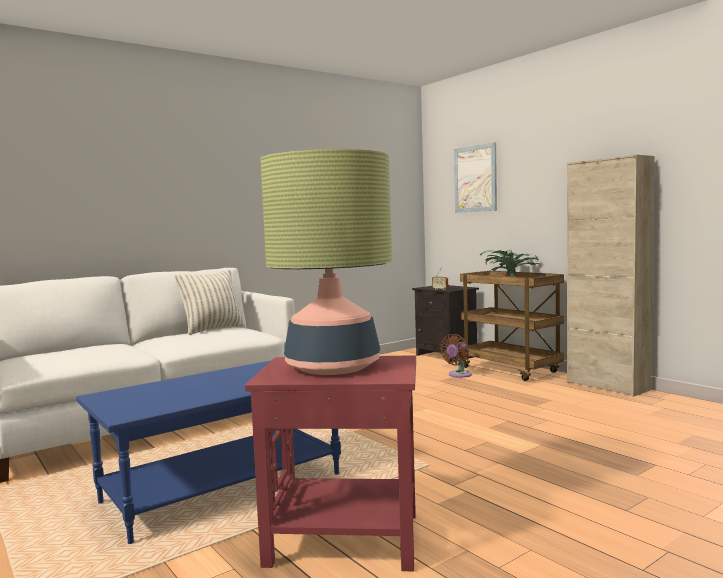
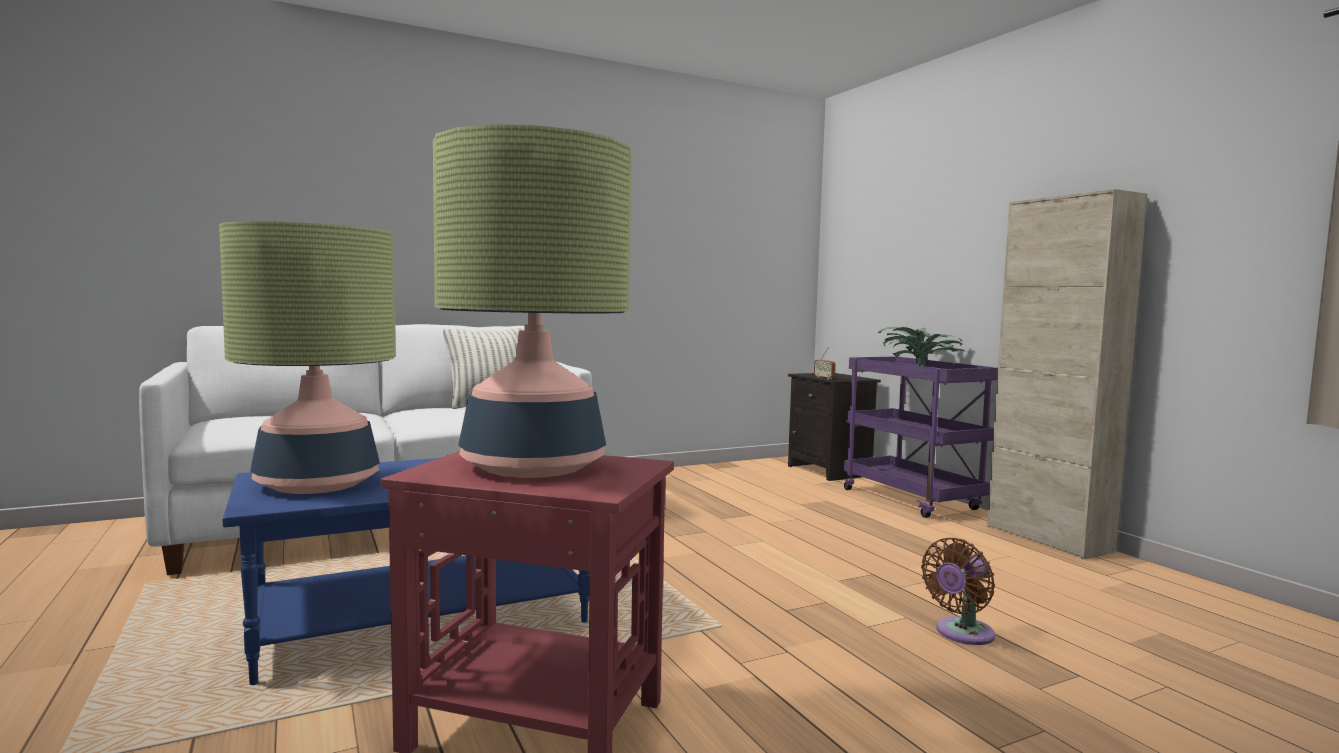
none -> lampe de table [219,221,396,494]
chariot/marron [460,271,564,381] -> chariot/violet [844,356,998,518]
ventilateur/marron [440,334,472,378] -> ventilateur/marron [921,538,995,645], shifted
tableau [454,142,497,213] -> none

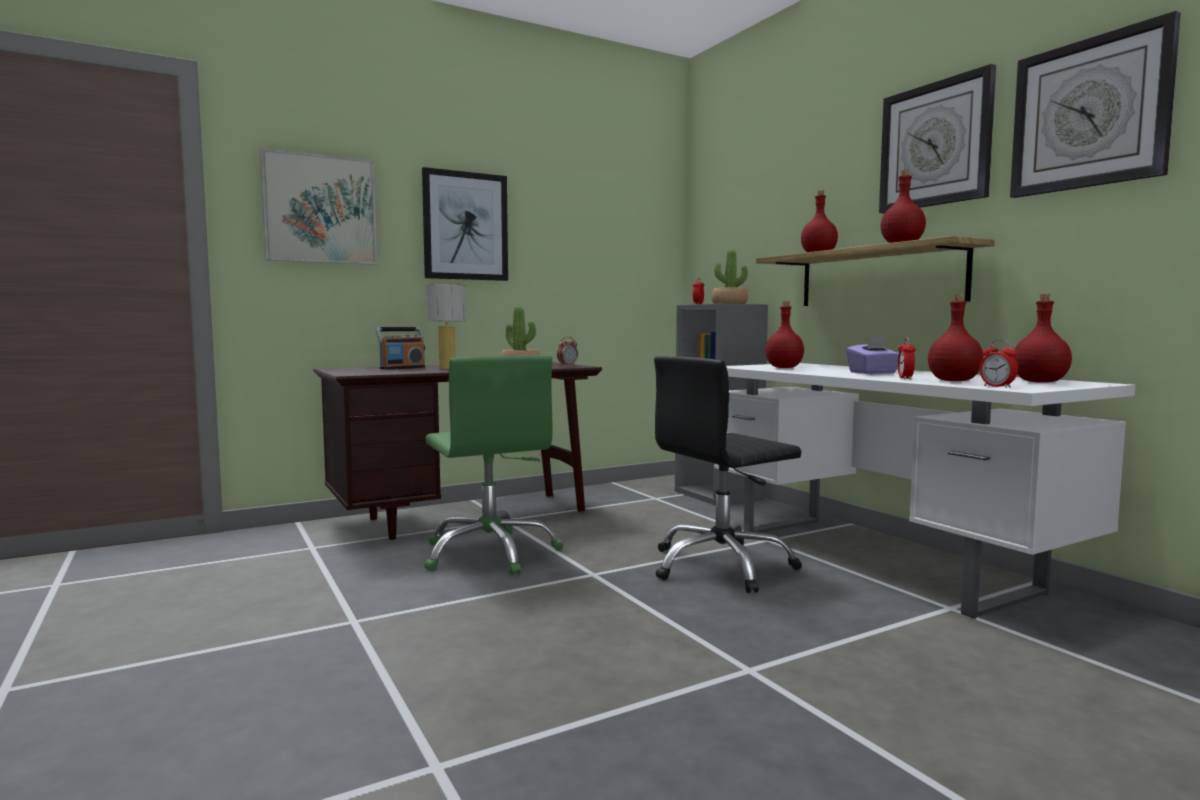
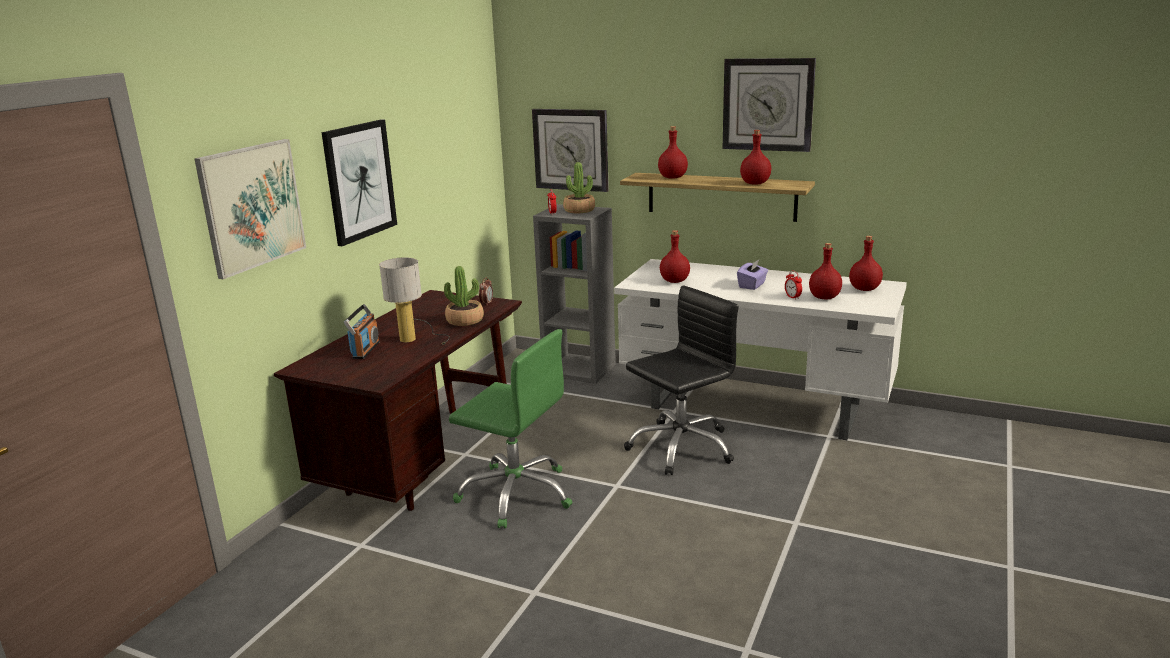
horloge murale [1010,11,1181,198] -> horloge murale [532,109,609,192], shifted
chaise de bureau/noir [654,356,802,593] -> chaise de bureau/noir [624,285,739,475], 150 degrees counterclockwise
réveil [980,340,1018,388] -> none

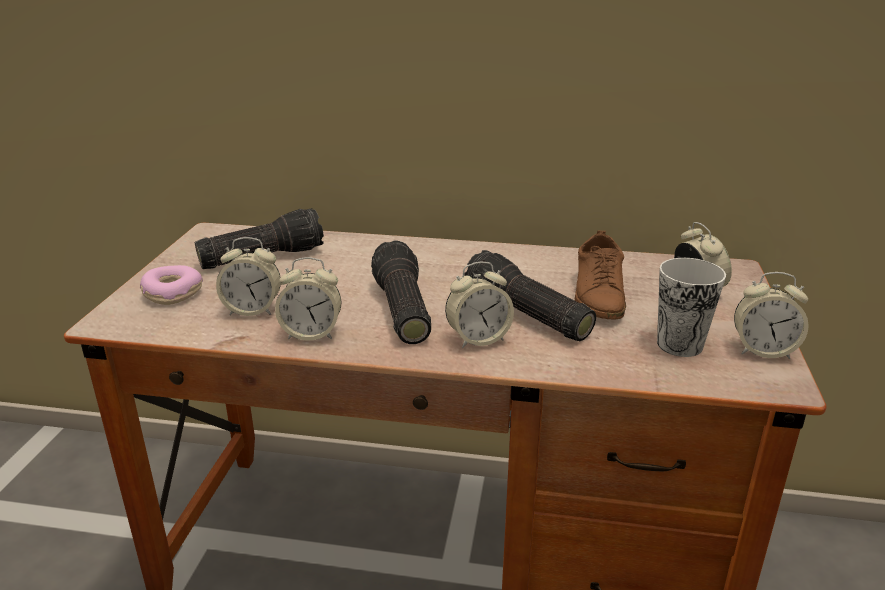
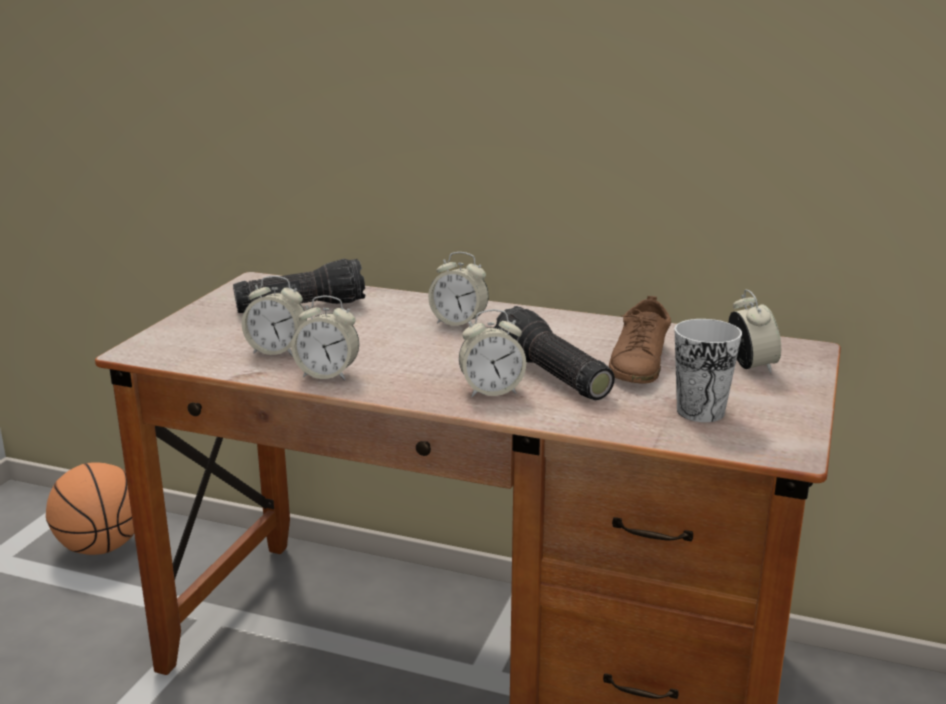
none -> ballon de basket [46,463,134,555]
réveil [734,272,809,359] -> réveil [428,252,489,326], shifted
beignet [140,265,203,305] -> none
lampe de poche [371,240,431,344] -> none

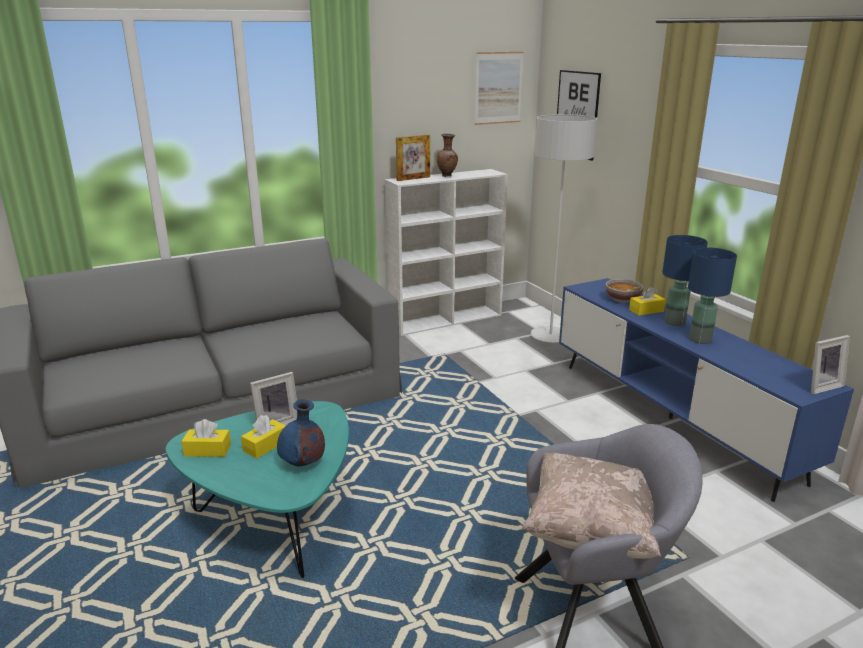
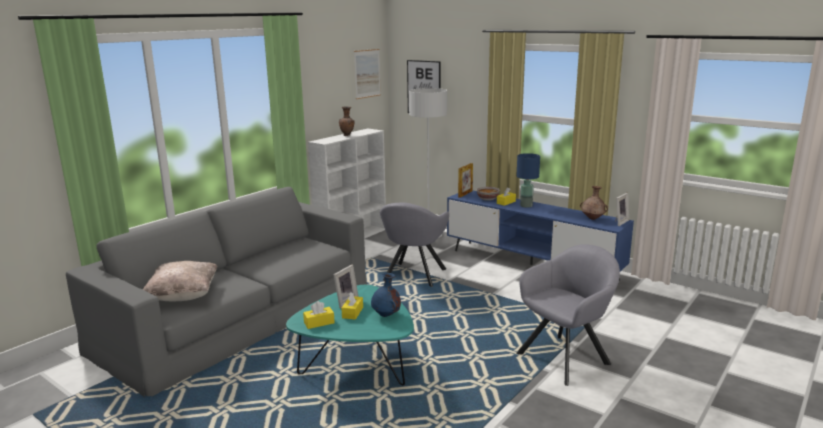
coussin/beige [521,453,661,559] -> coussin/beige [143,261,218,301], shifted
none -> fauteuil/gris [380,203,449,287]
cadre photo [396,135,430,181] -> cadre photo [458,163,473,198], shifted
none -> vase/marron [580,186,608,220]
lampe de table/bleu [688,247,737,344] -> none

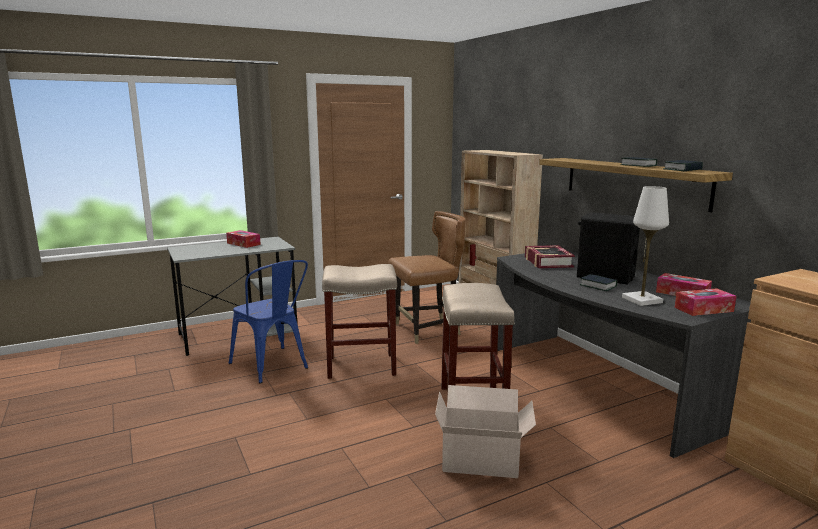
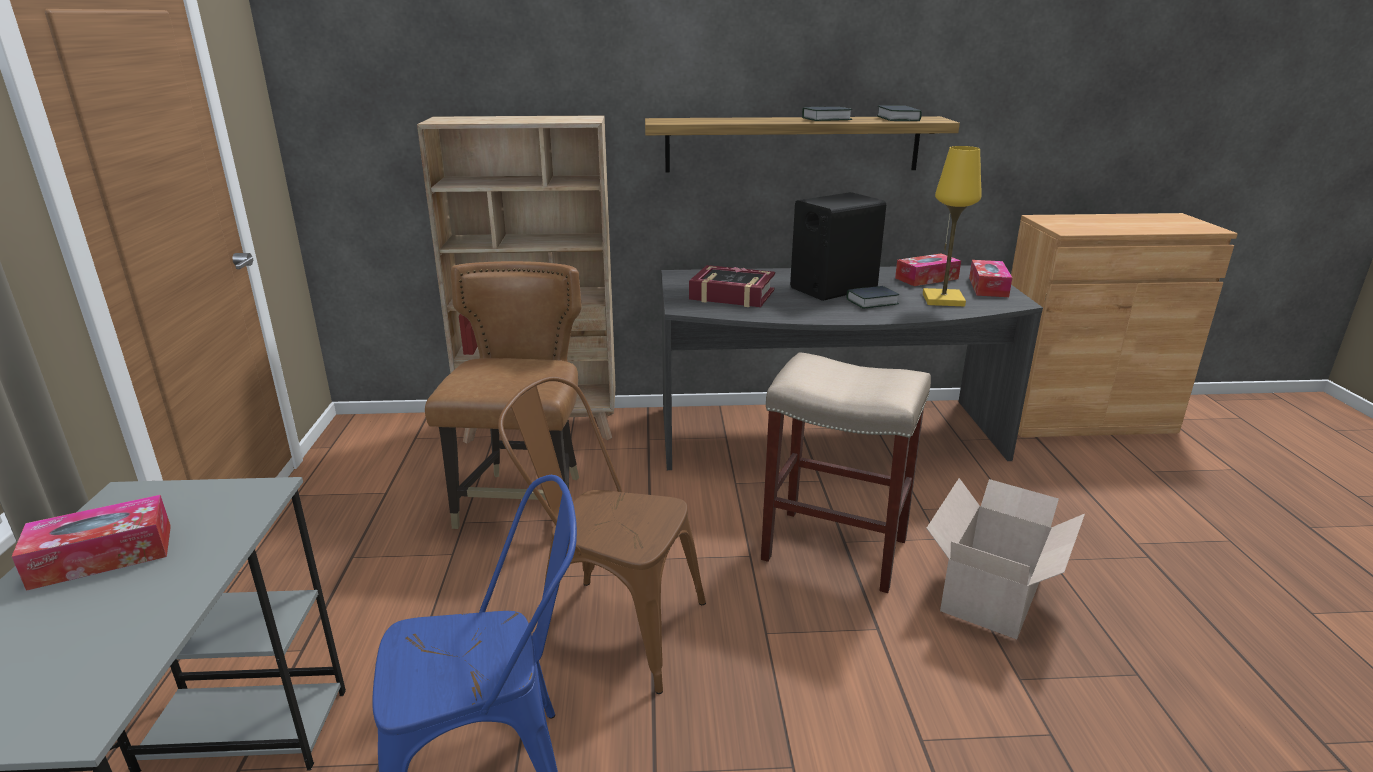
tabouret/beige [322,264,397,379] -> chaise/marron [498,376,706,694]
lampe de table/blanc [622,186,669,306] -> lampe de table/jaune [923,146,981,307]

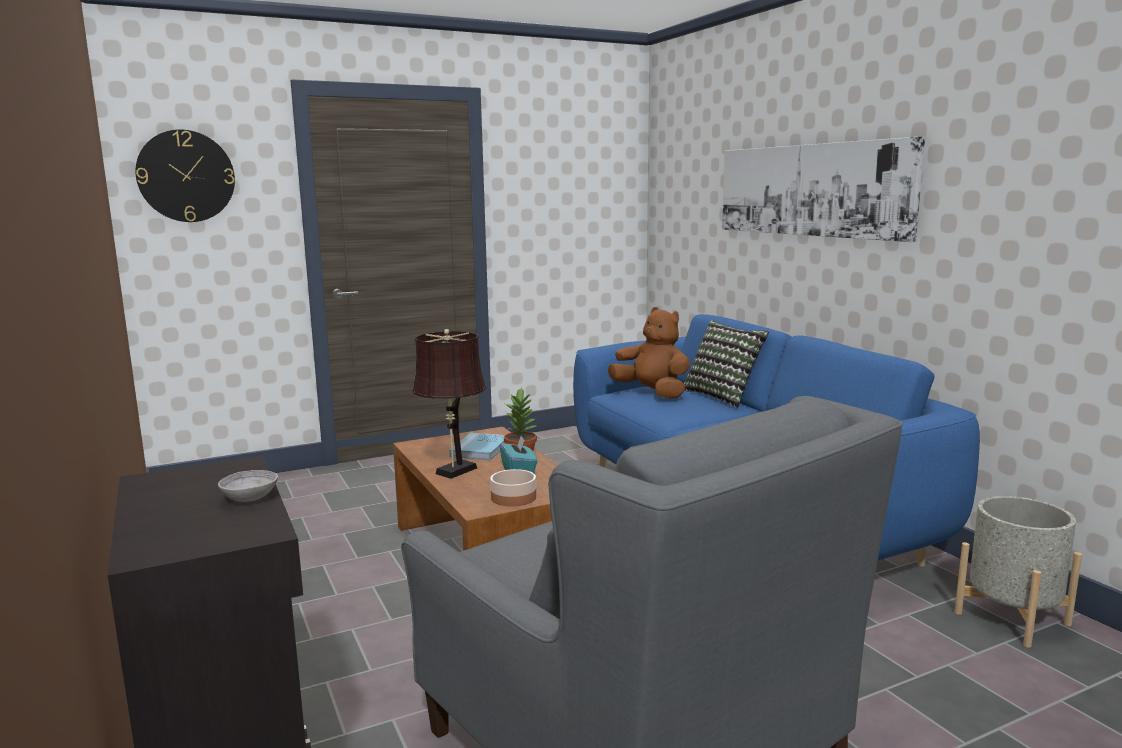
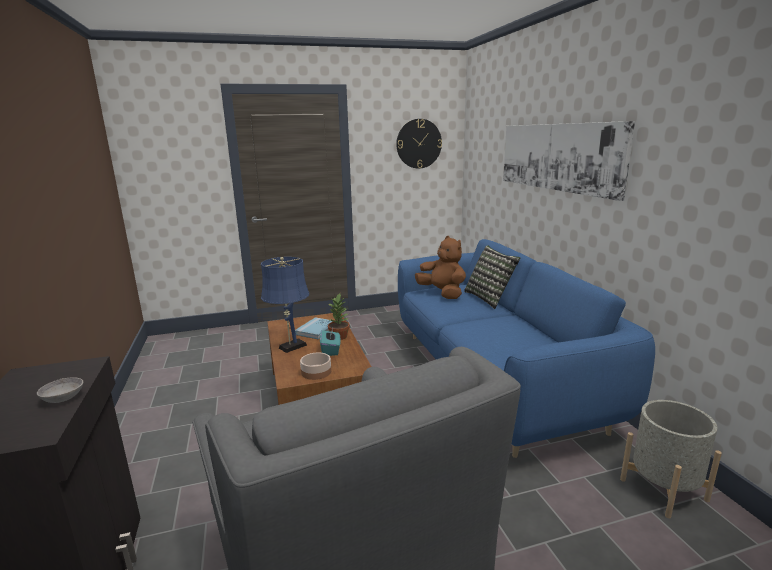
lampe de table/marron [412,329,486,479] -> lampe de table/bleu [261,257,309,353]
horloge murale [136,129,235,222] -> horloge murale [396,119,442,169], shifted

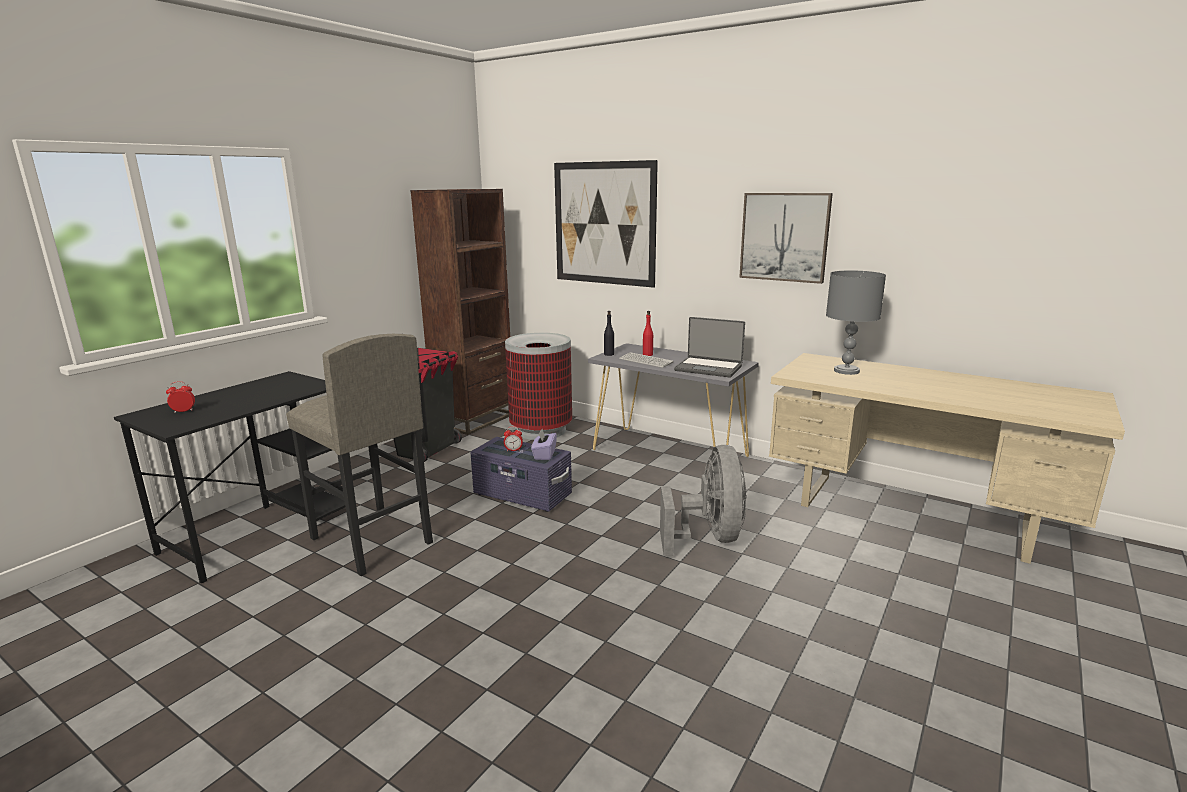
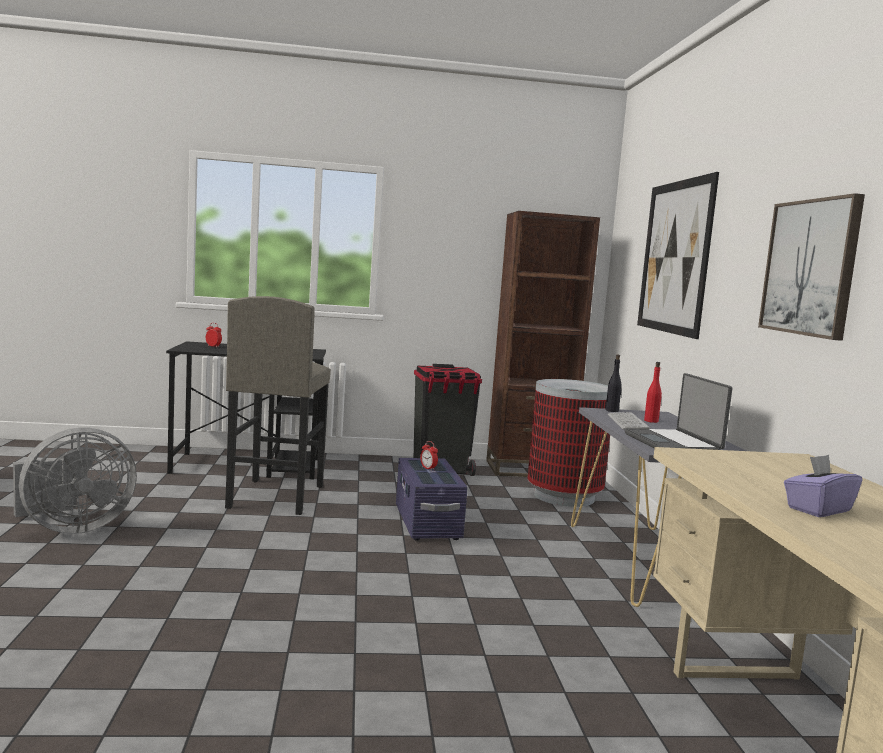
ventilateur/gris [660,445,747,556] -> ventilateur/gris [13,427,137,534], shifted
boîte à mouchoirs/violet [531,429,557,460] -> boîte à mouchoirs/violet [784,455,862,517], shifted
lampe de table/gris [826,271,886,375] -> none

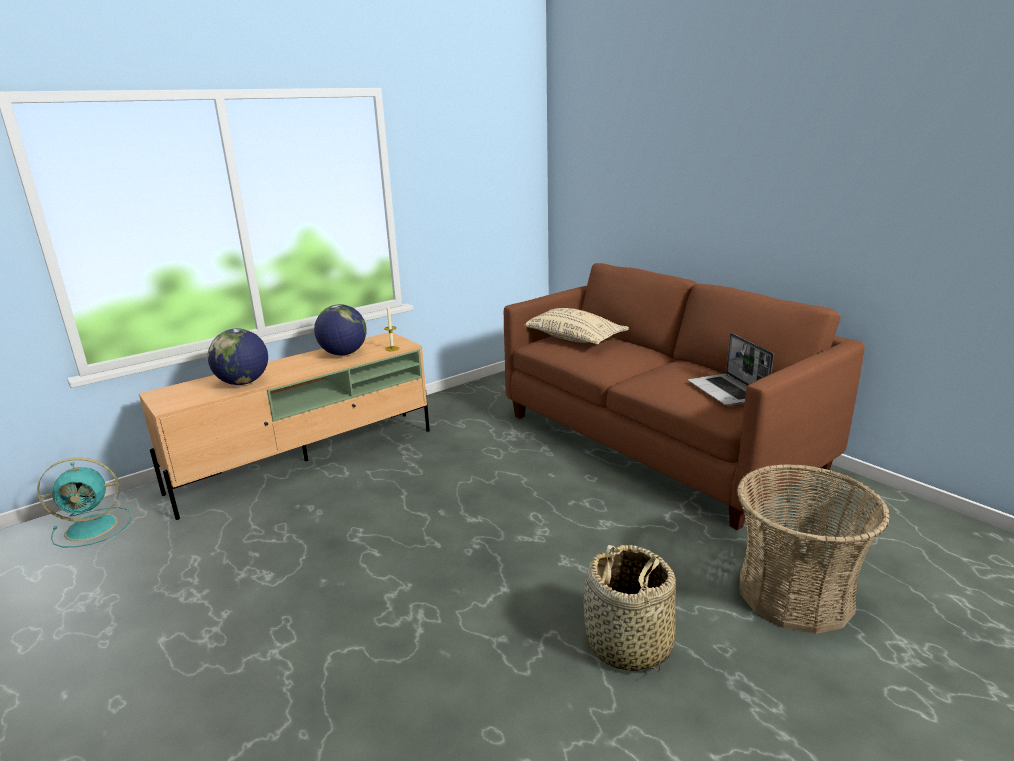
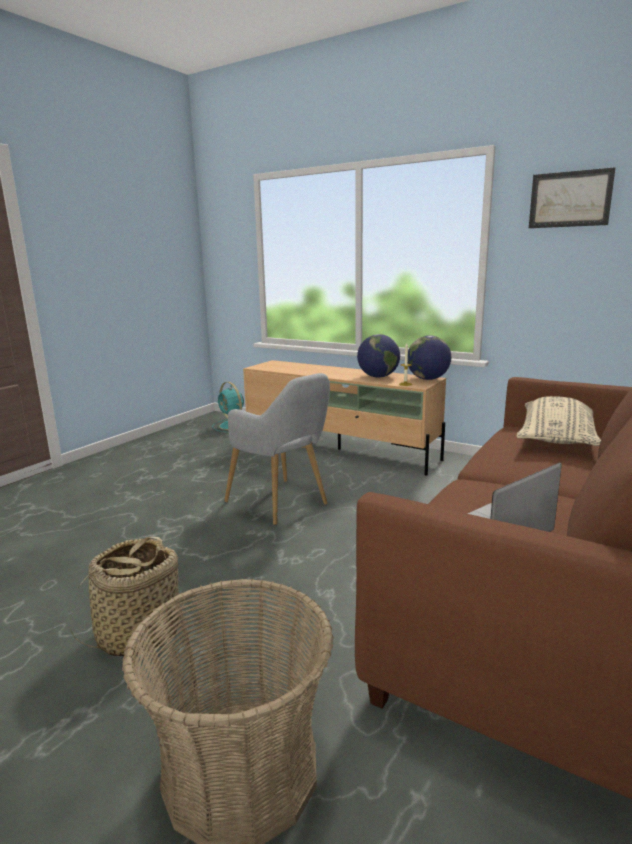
none -> fauteuil/gris [224,373,330,525]
globe [208,329,268,385] -> globe [408,335,451,380], shifted
none -> tableau [529,167,616,228]

